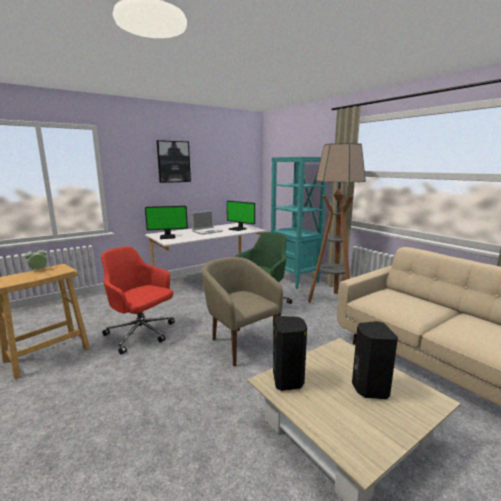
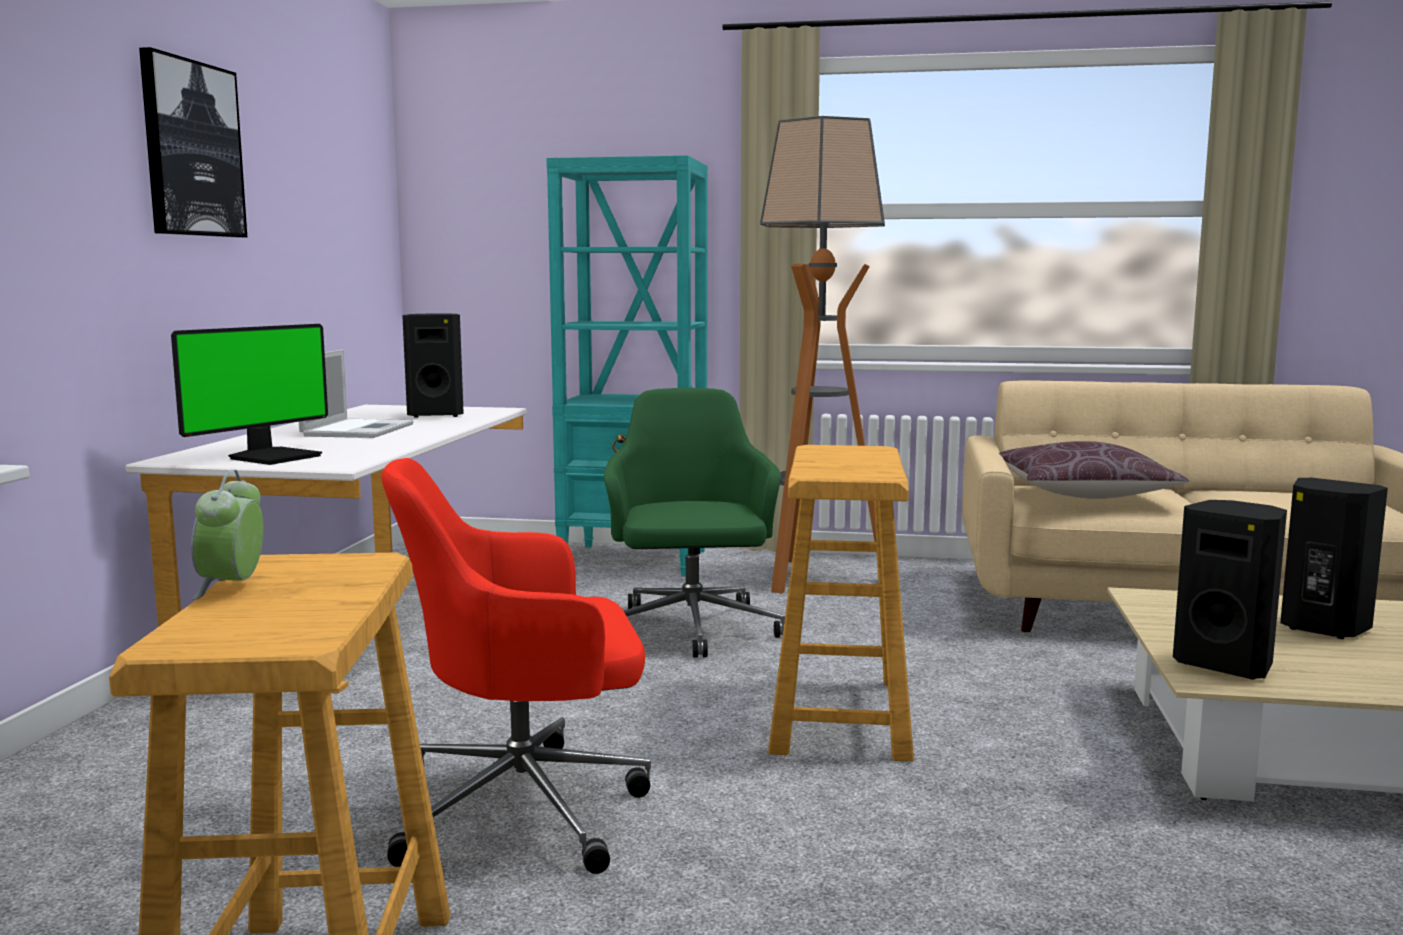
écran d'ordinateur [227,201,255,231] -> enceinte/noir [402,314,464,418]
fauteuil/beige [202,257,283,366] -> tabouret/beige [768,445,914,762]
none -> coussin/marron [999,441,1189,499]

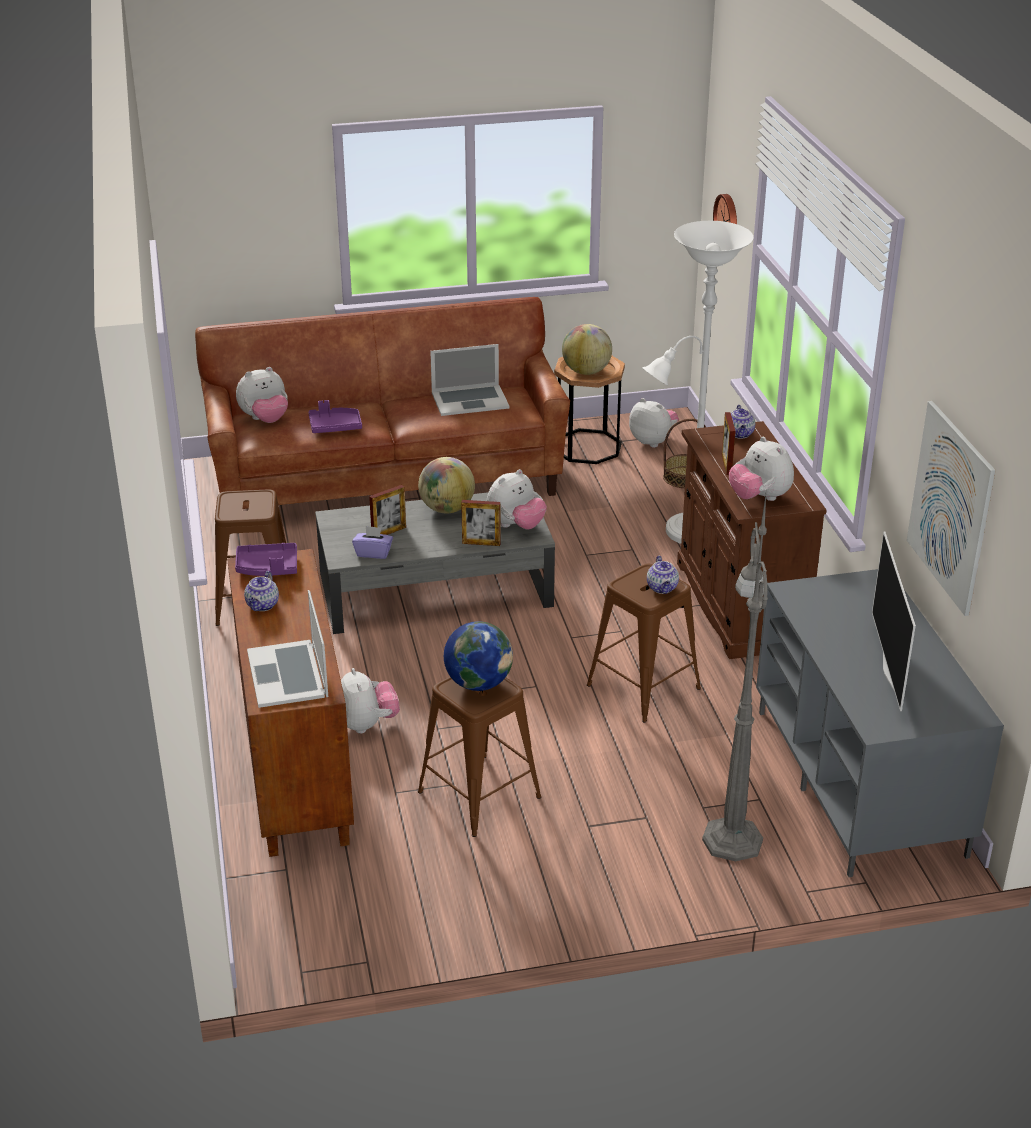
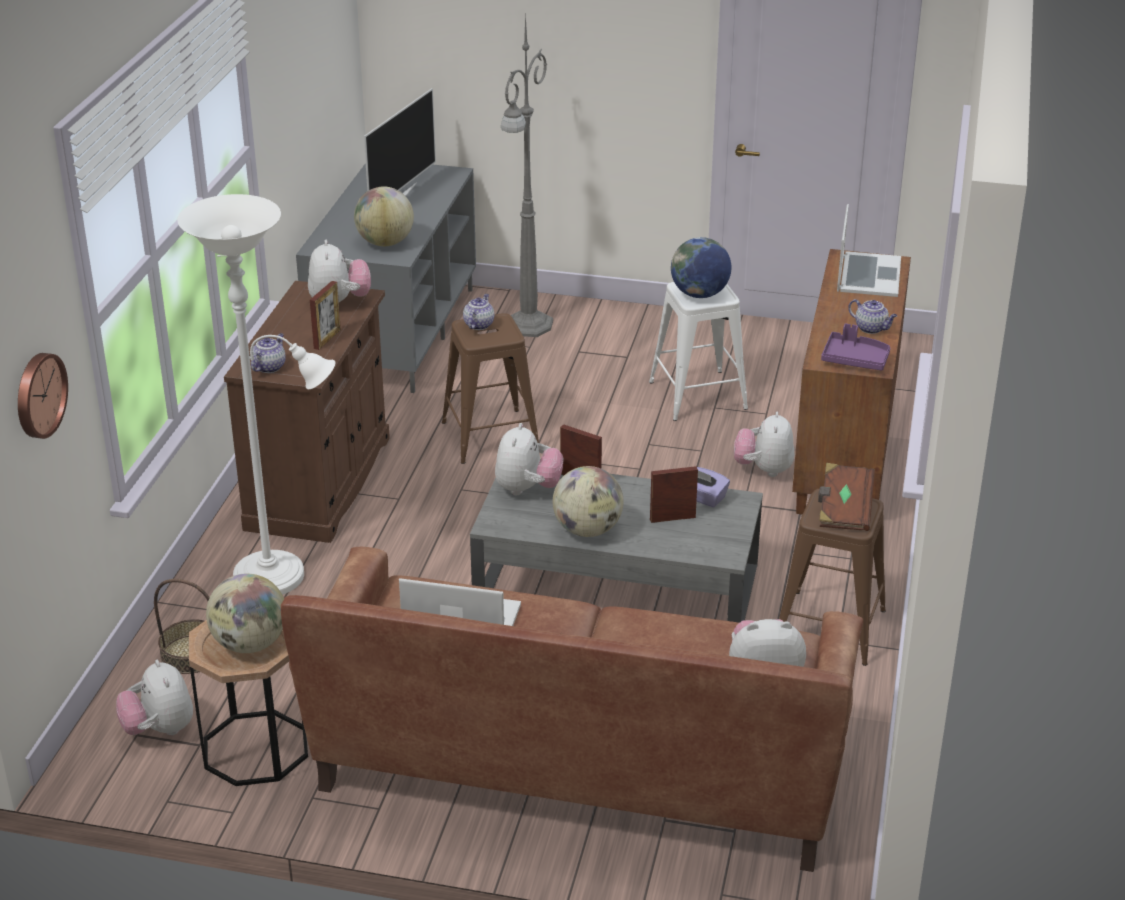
none -> globe [354,187,414,246]
peluche [487,469,547,529] -> peluche [495,423,563,495], 120 degrees clockwise
tabouret/marron [418,677,541,837] -> tabouret/blanc [649,282,748,421]
none -> livre/marron [818,463,875,531]
théière [244,571,279,611] -> théière [848,299,898,334], 90 degrees clockwise
plateau/violet [308,400,362,433] -> none
tableau [907,401,996,616] -> none

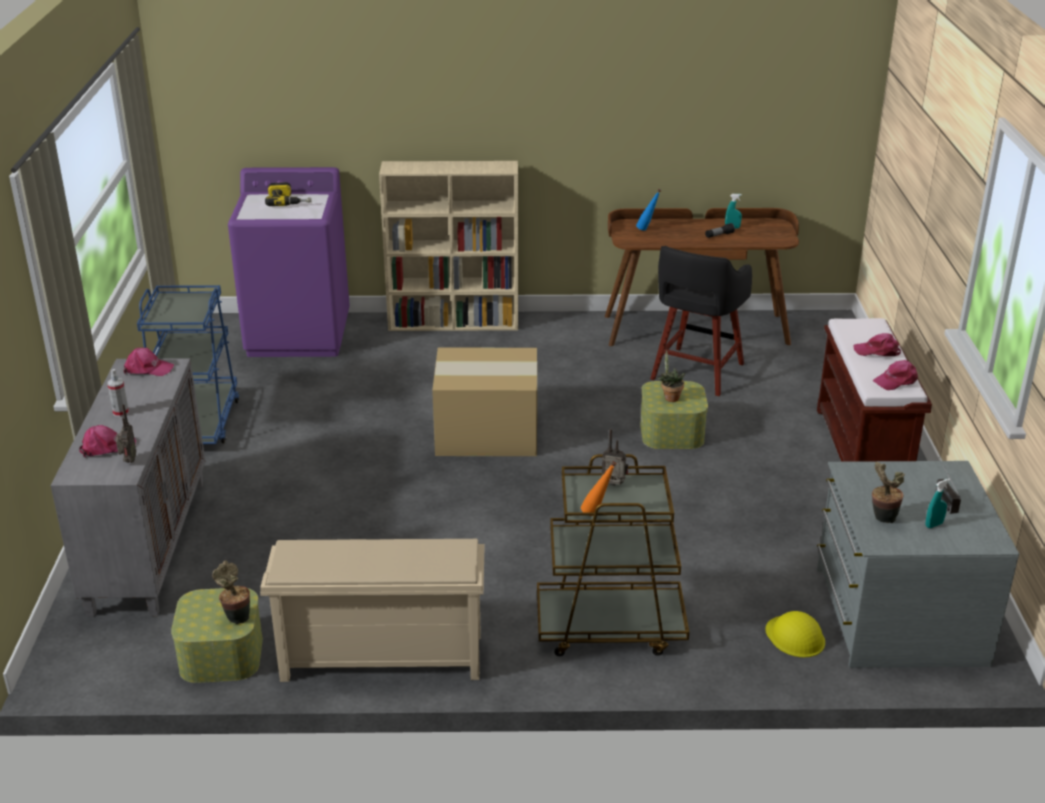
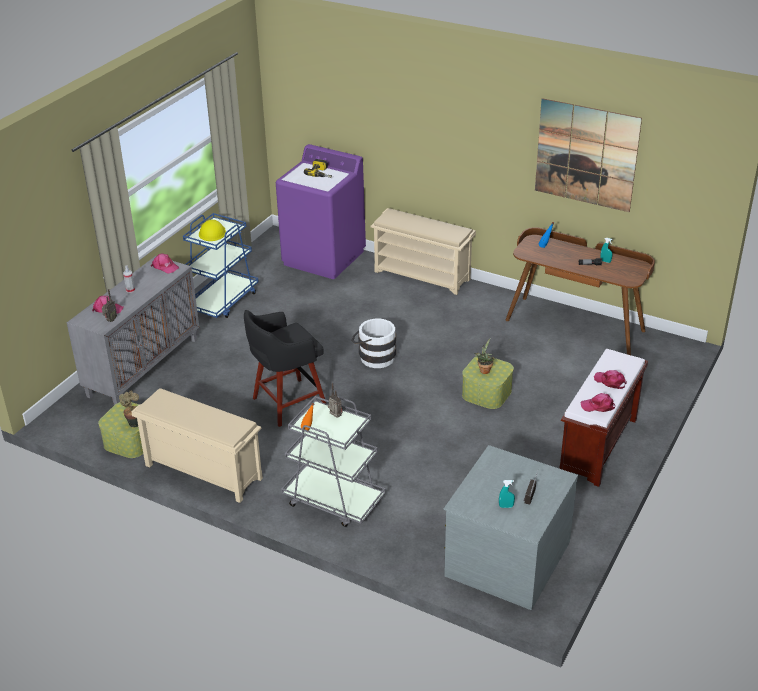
casque de chantier/jaune [765,611,825,657] -> casque de chantier/jaune [199,220,226,241], shifted
tabouret/noir [650,246,752,396] -> tabouret/noir [244,310,326,427], shifted
chariot/marron [537,454,689,656] -> chariot/gris [281,396,386,527]
carton [432,347,537,456] -> seau/blanc [351,319,396,368]
bibliothèque/beige [379,161,518,331] -> étagère à chaussures/beige [371,208,476,295]
none -> tableau [535,98,642,212]
plante en pot [872,462,905,523] -> none

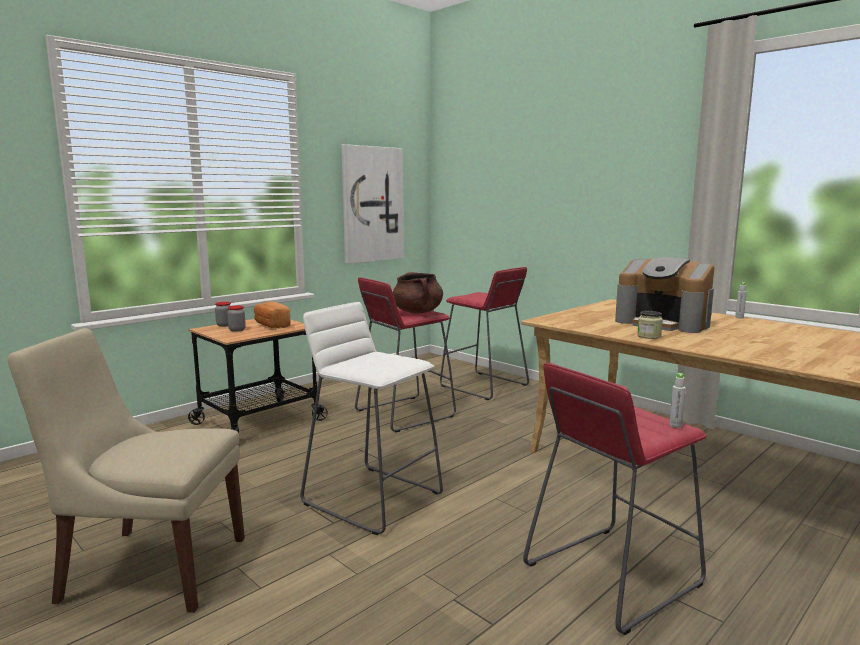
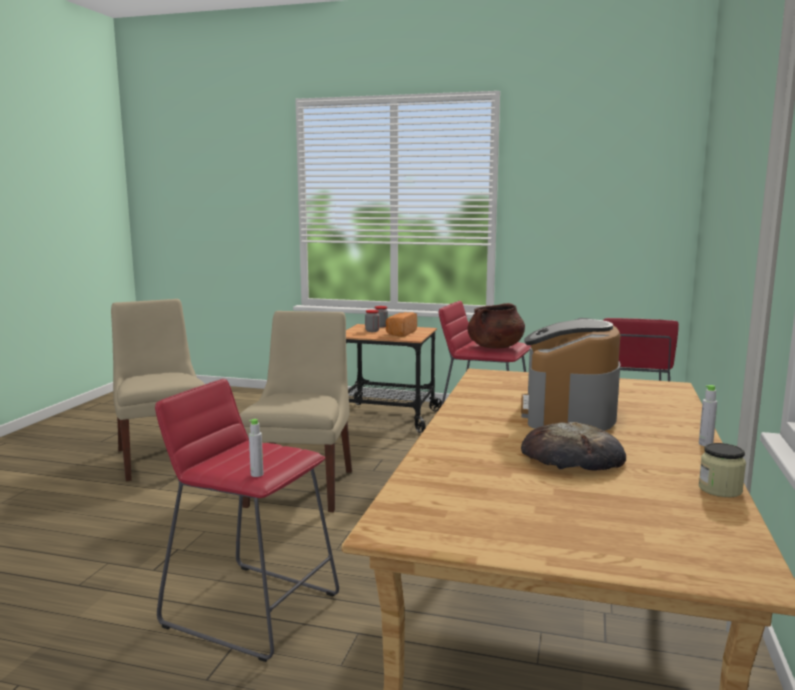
tabouret/blanc [300,302,443,535] -> chaise/beige [239,311,352,512]
none -> pain [521,422,626,471]
bocal [637,311,663,339] -> bocal [699,443,746,497], shifted
tableau [341,144,404,264] -> none

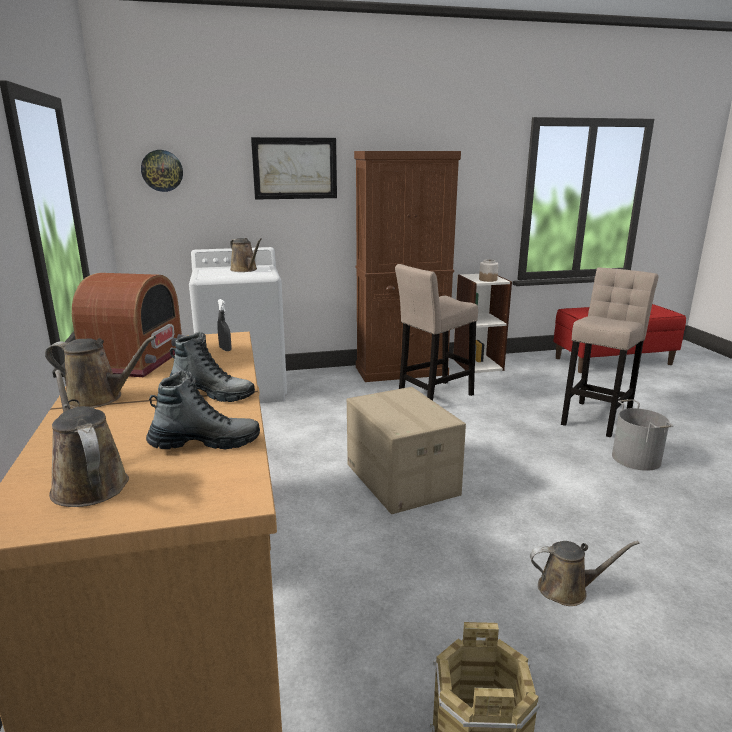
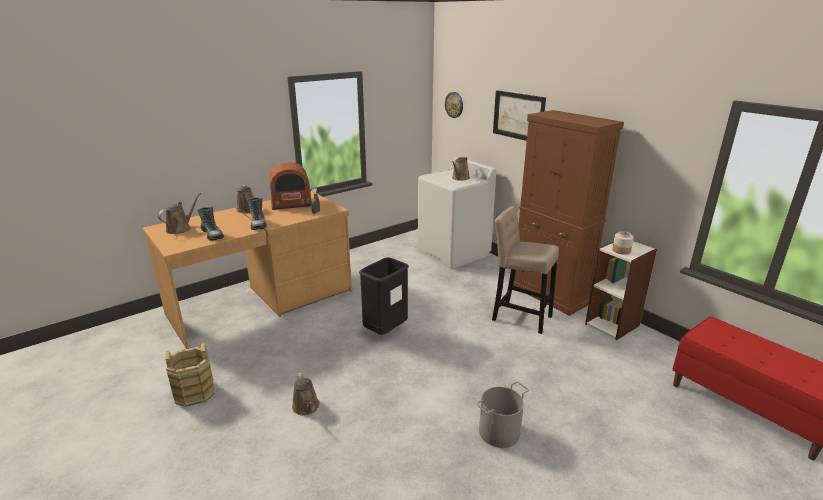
carton [347,387,466,514] -> poubelle/noir [359,257,409,335]
tabouret/beige [561,267,658,437] -> none

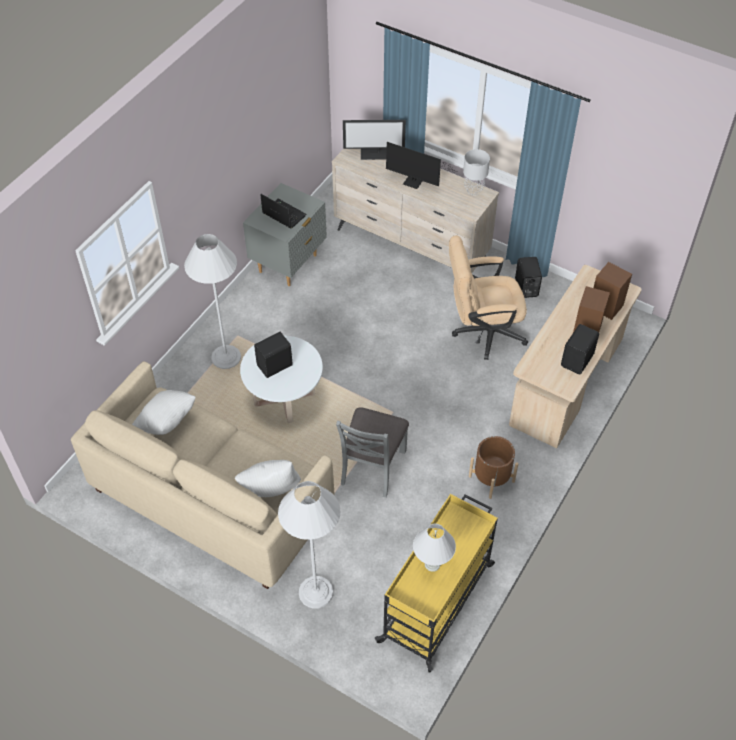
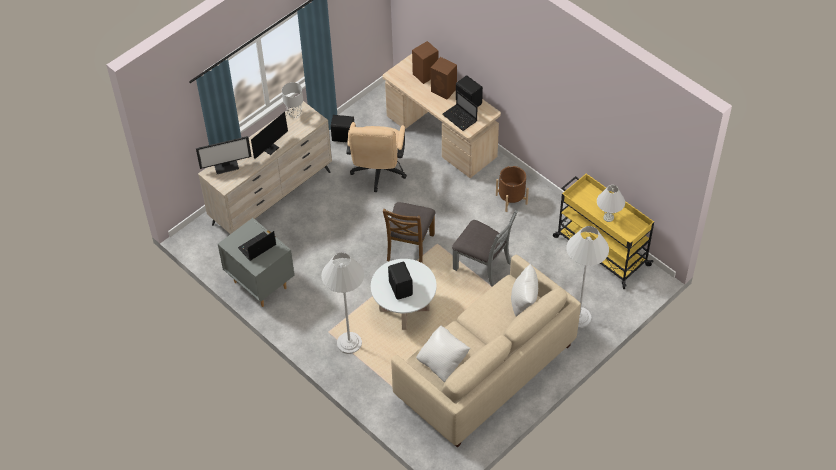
écran d'ordinateur [343,120,406,160] -> écran d'ordinateur [196,136,252,174], 60 degrees clockwise
none -> chaise/marron [383,202,435,263]
none -> ordinateur portable [442,91,477,131]

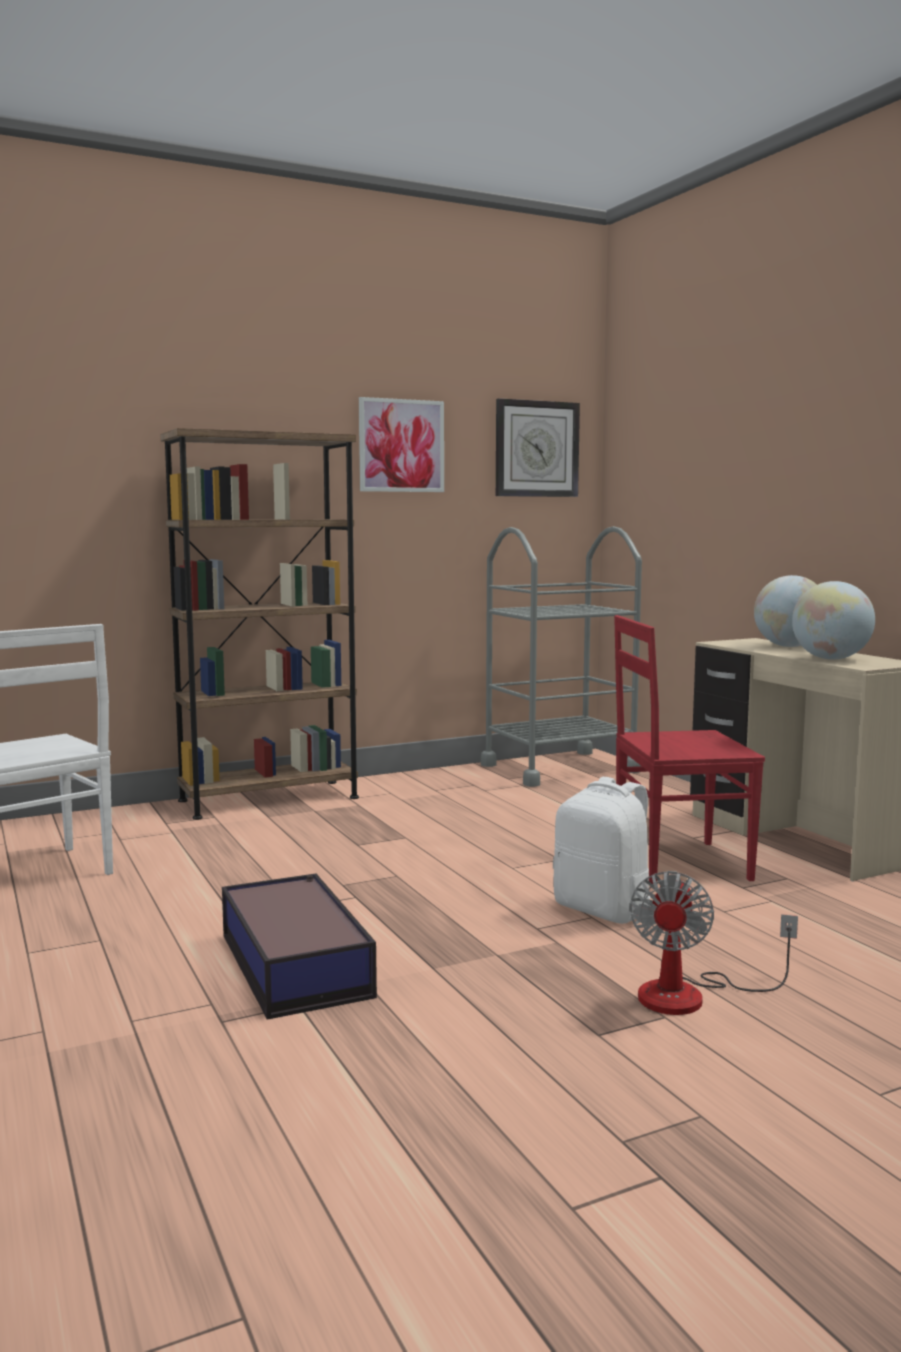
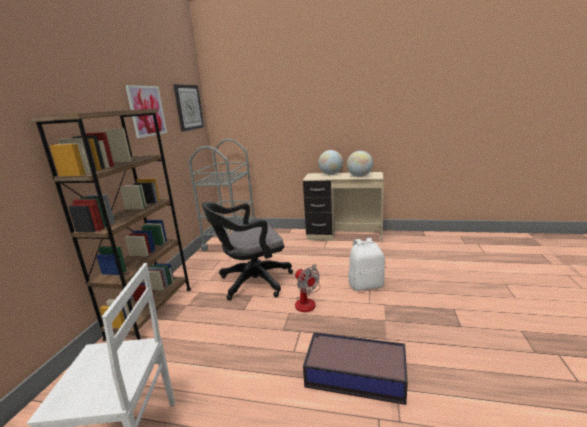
none -> chaise de bureau/noir [202,202,293,300]
ventilateur [629,871,798,1015] -> ventilateur [295,264,320,312], shifted
chaise/rouge [614,615,765,884] -> none

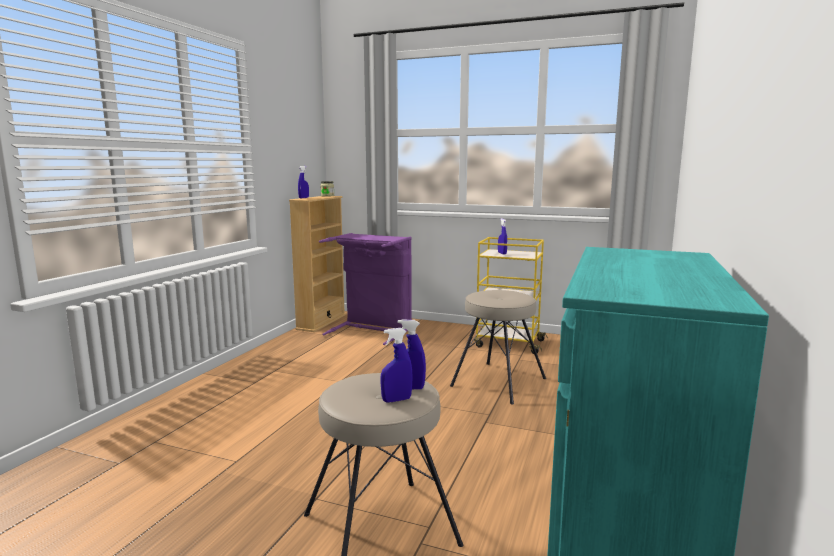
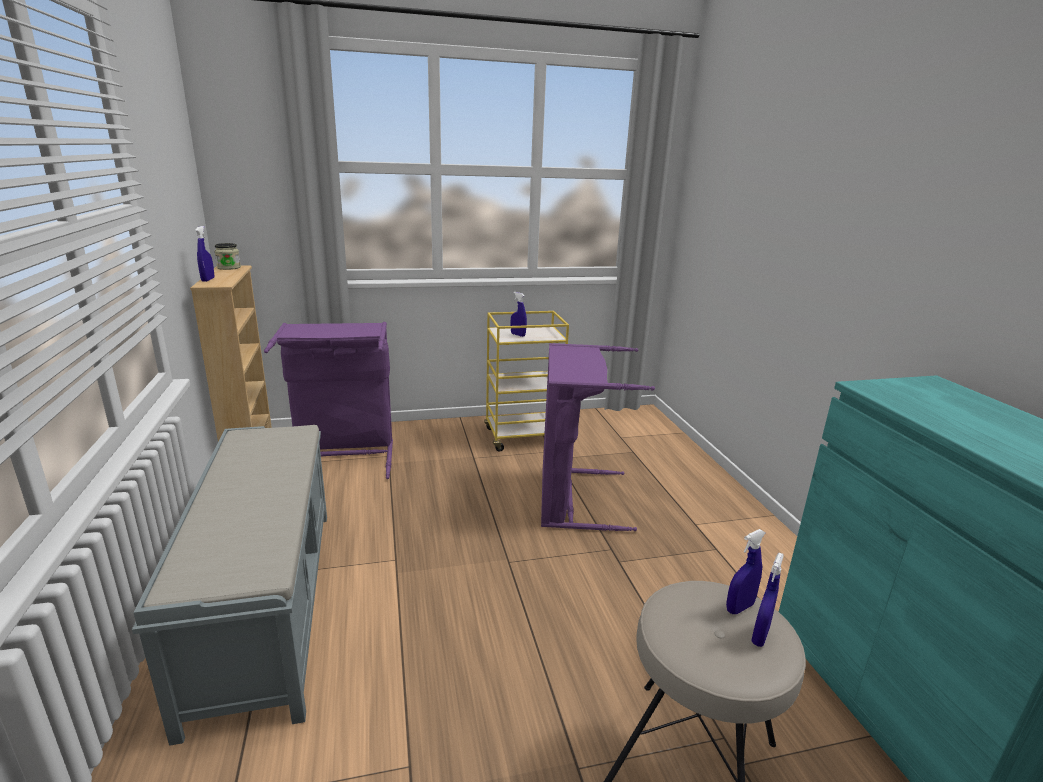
none -> banc/gris [132,425,327,746]
tabouret/beige [450,290,546,405] -> panier à linge/violet [541,343,655,531]

